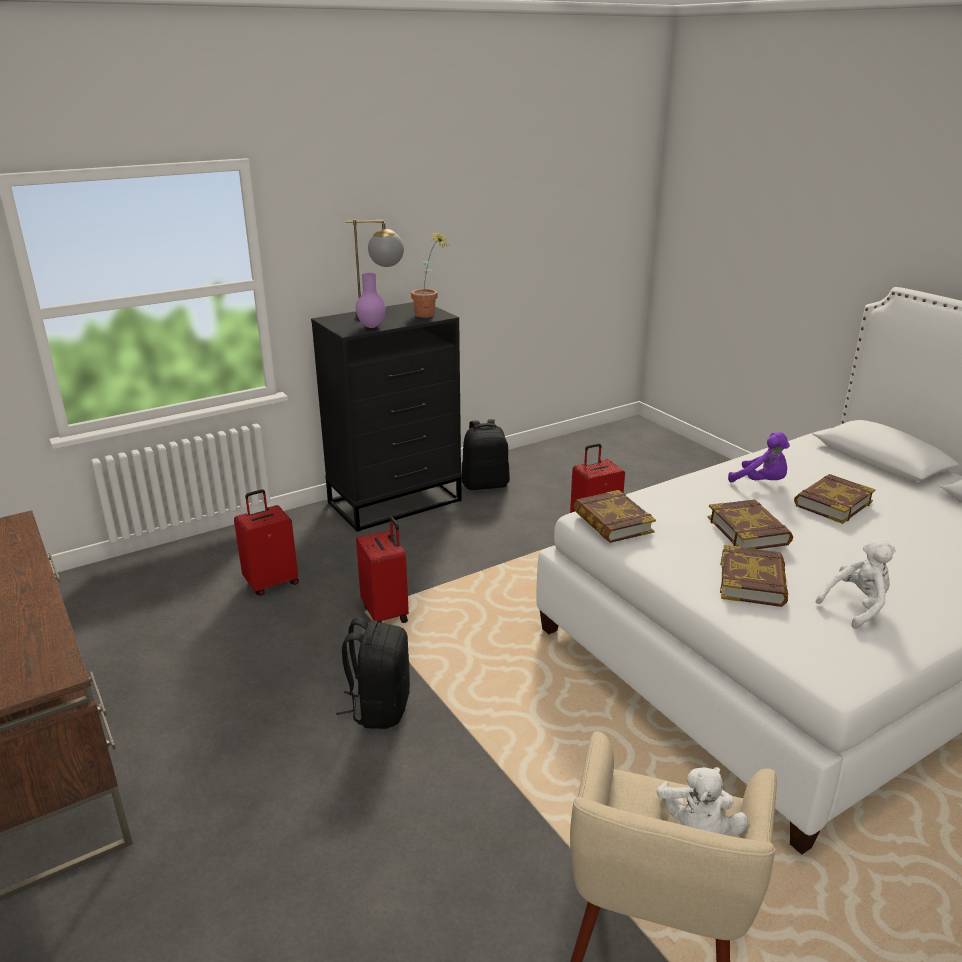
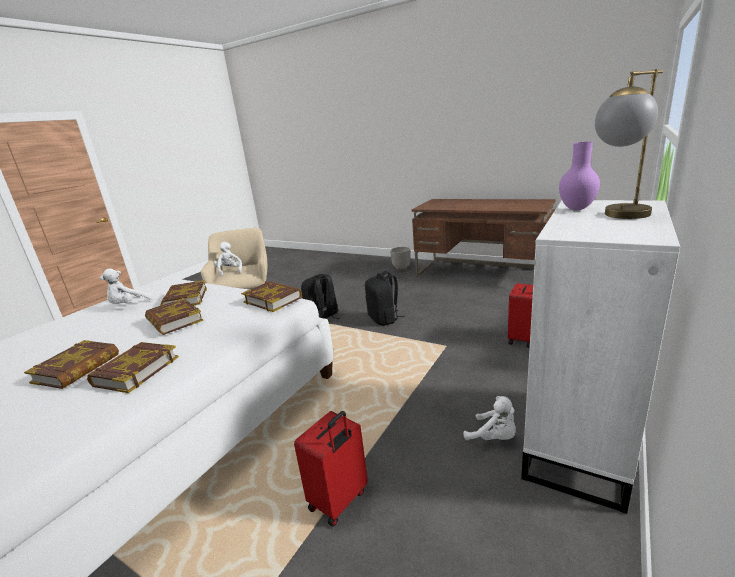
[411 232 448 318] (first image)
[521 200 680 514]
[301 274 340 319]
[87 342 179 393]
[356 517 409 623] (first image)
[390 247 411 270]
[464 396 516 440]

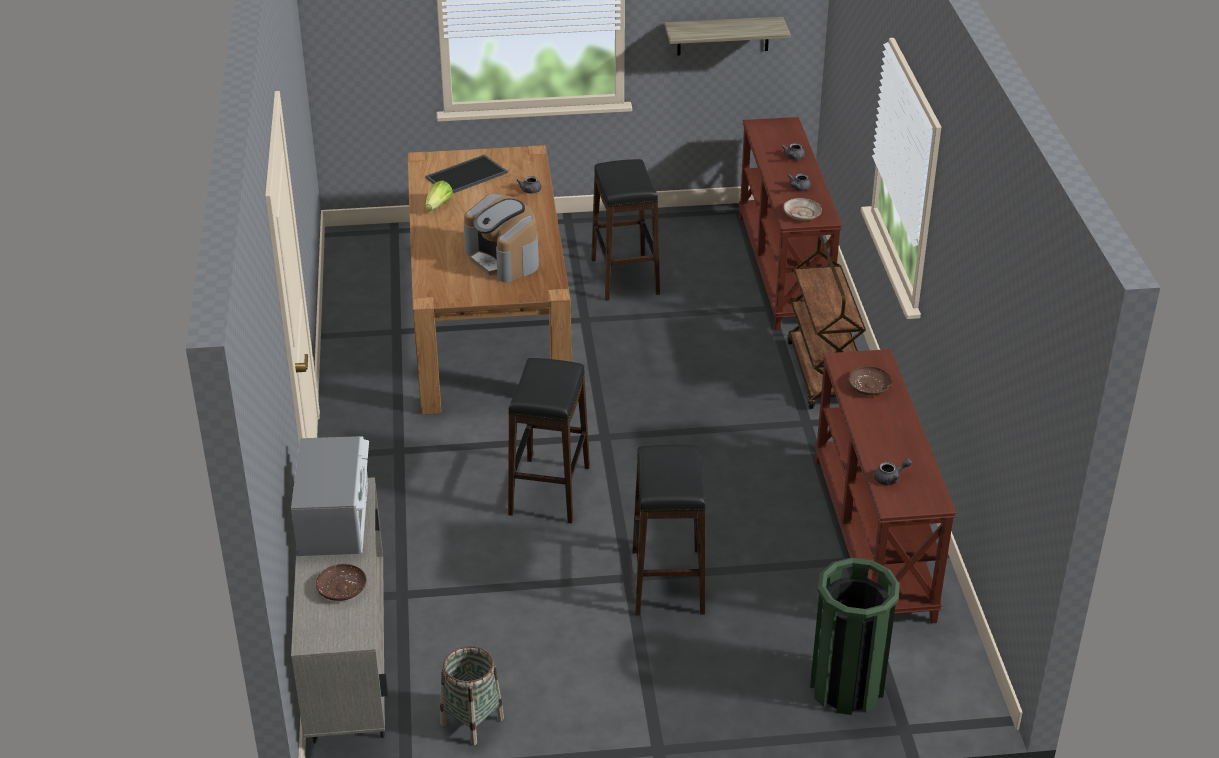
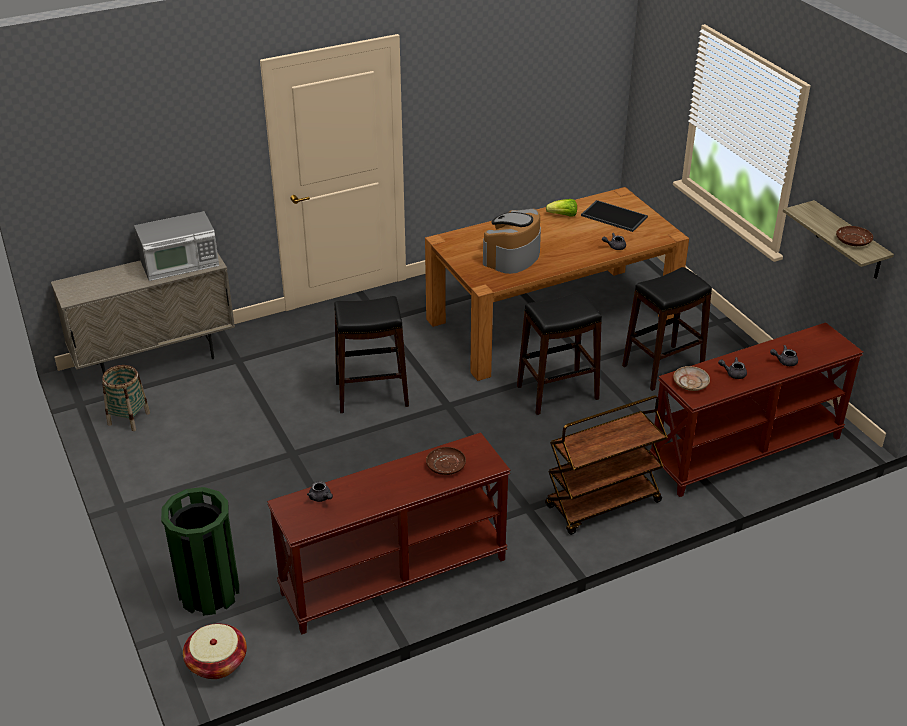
[517 292 602 415]
[836 226 873 246]
[183 623 247 679]

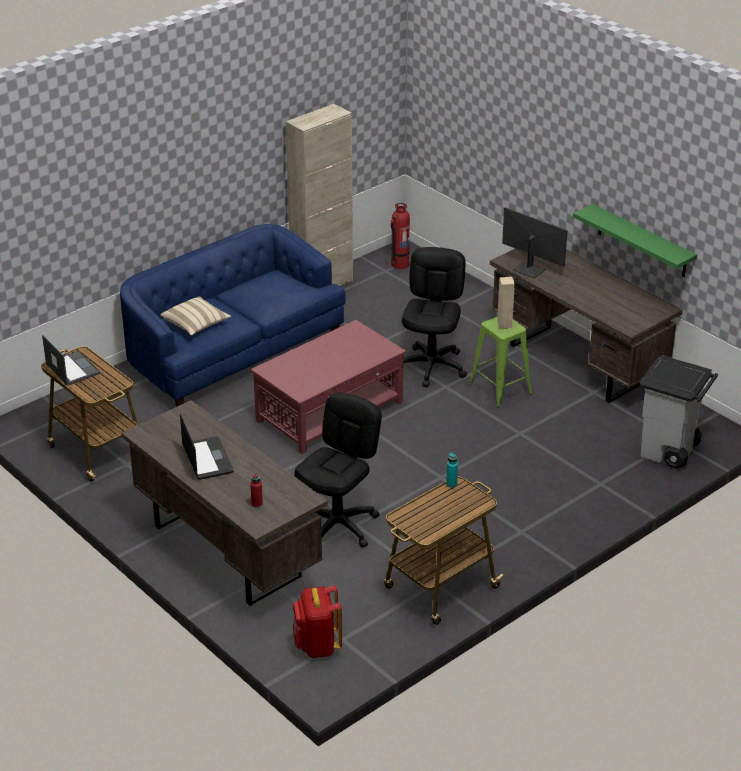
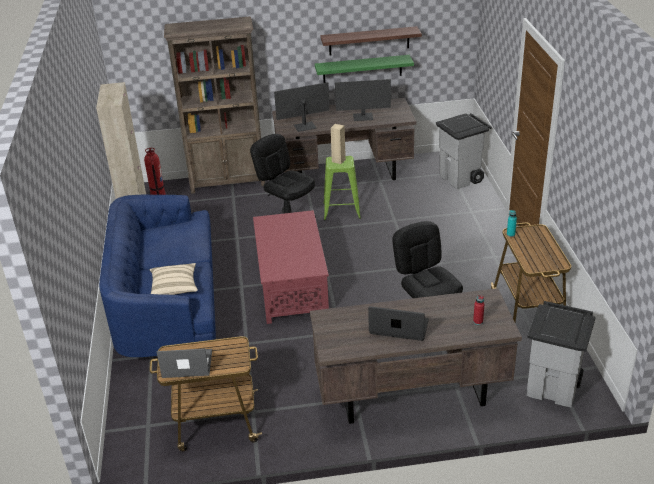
[526 301 596 407]
[164 16 265 194]
[320 26 422 55]
[335 79 391 121]

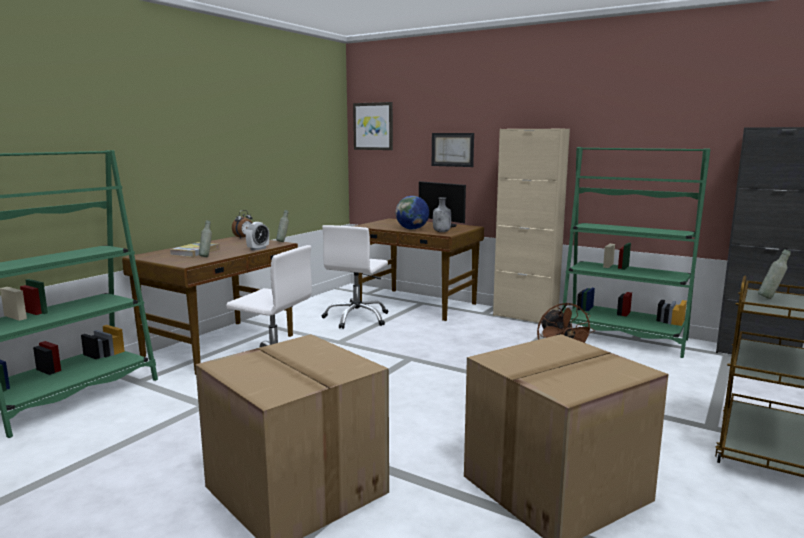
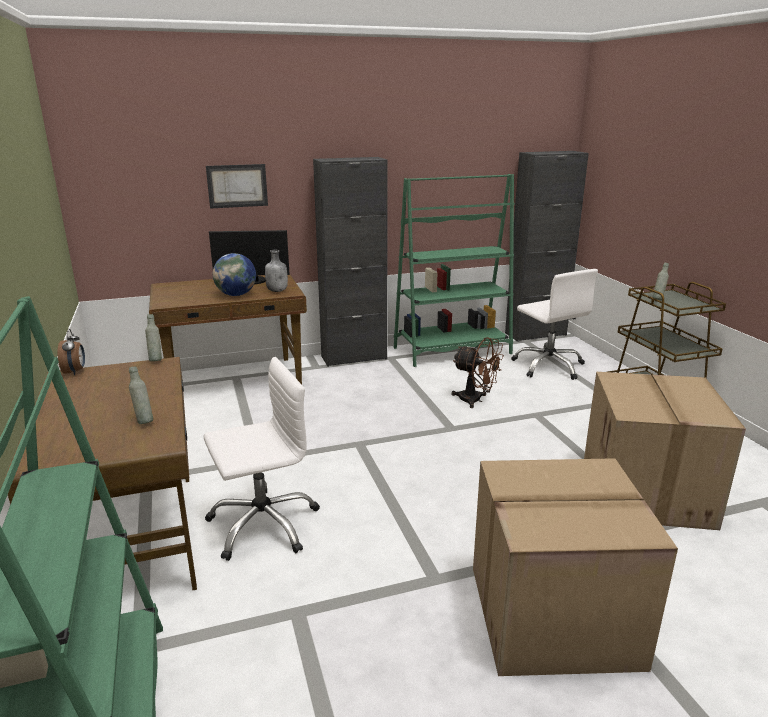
[353 102 393 150] (first image)
[313 157 388 367]
[246 222 269 251] (first image)
[511 269 598 380]
[169 242 219 257] (first image)

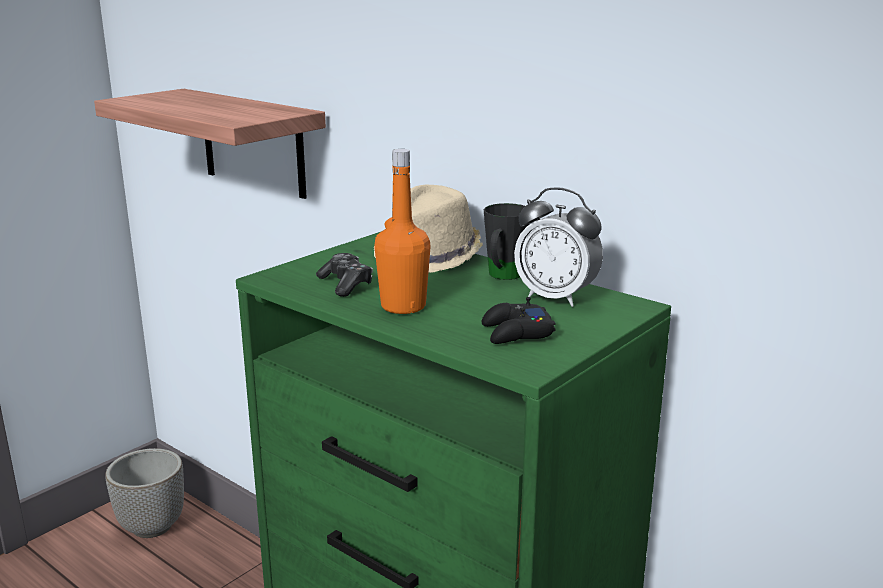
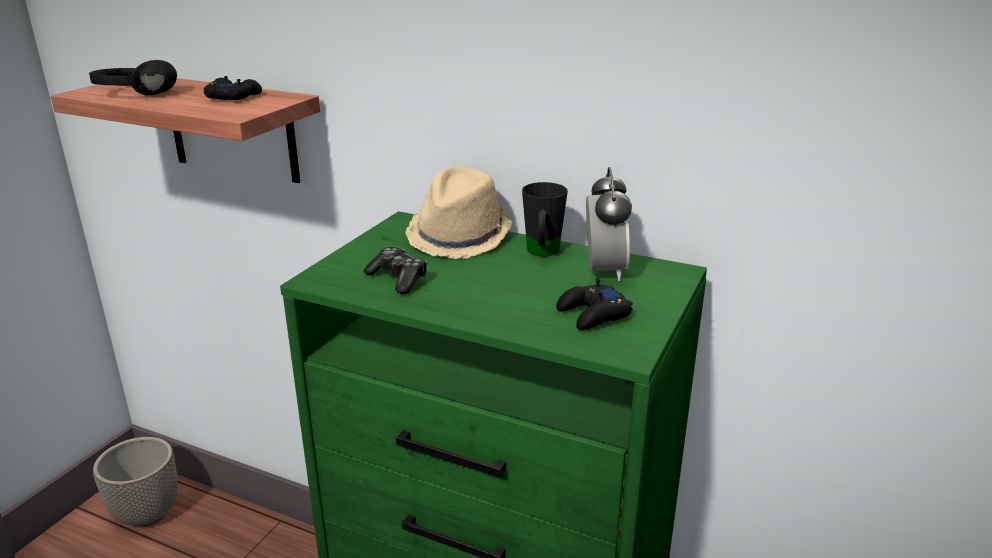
[374 149 431 314] (first image)
[586 167 632 281]
[89 60 177 95]
[204 76 262 100]

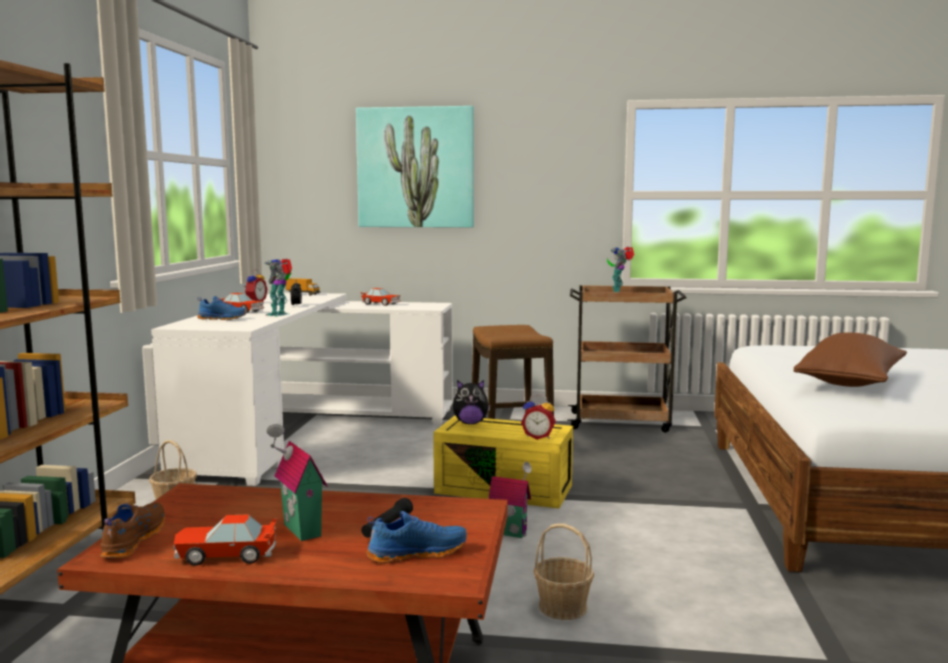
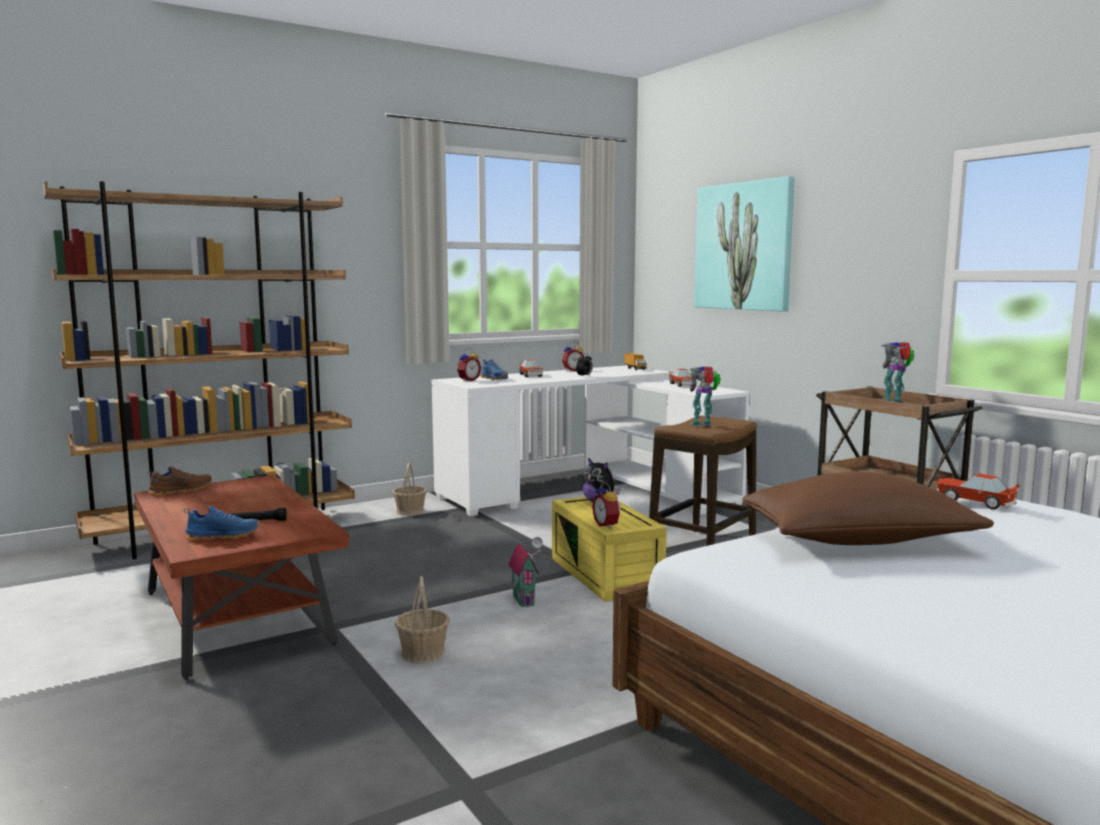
[689 366 721 426]
[267 424 328 541] (first image)
[184 506 260 541]
[936 473 1021 509]
[457 348 481 382]

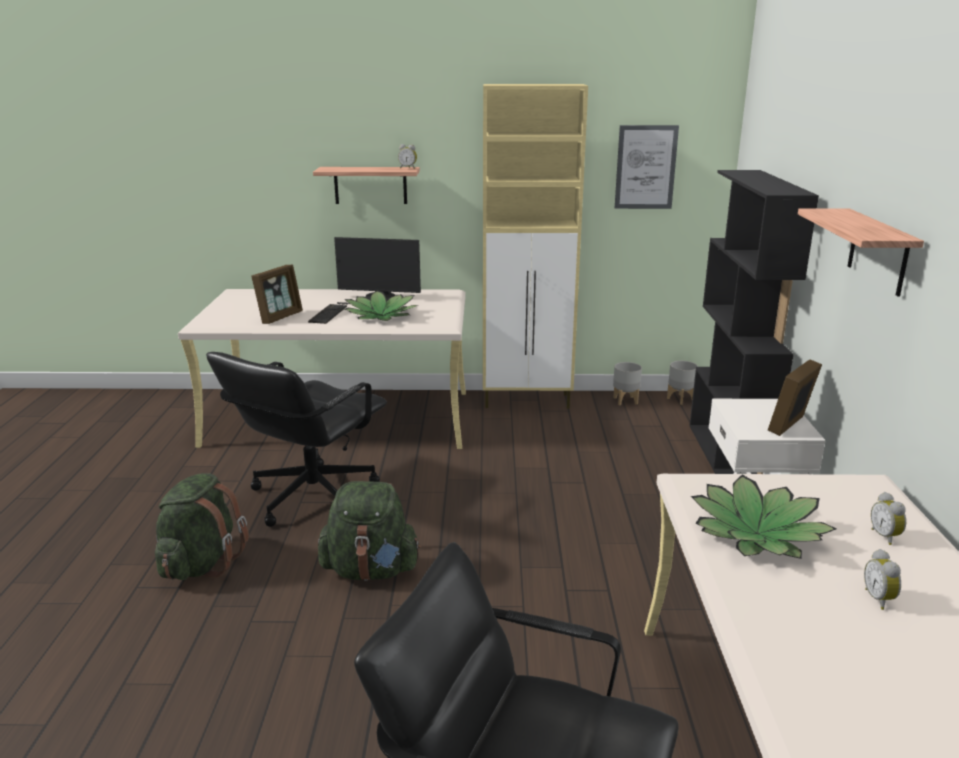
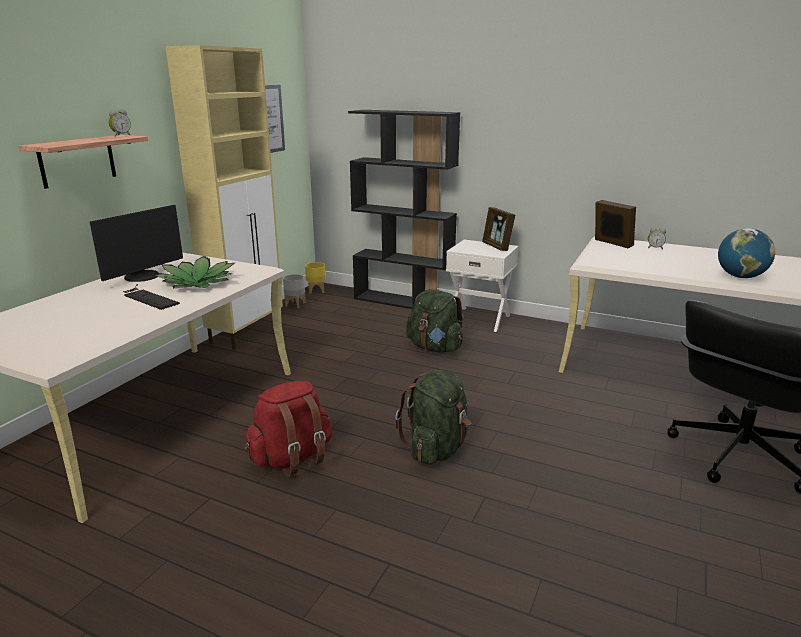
[798 208 924 297] (first image)
[595 200 636 248]
[245 381 332 476]
[305 262 326 294]
[406 289 464 352]
[691 475 837 559] (first image)
[864 549 901 610] (first image)
[718 228 775 278]

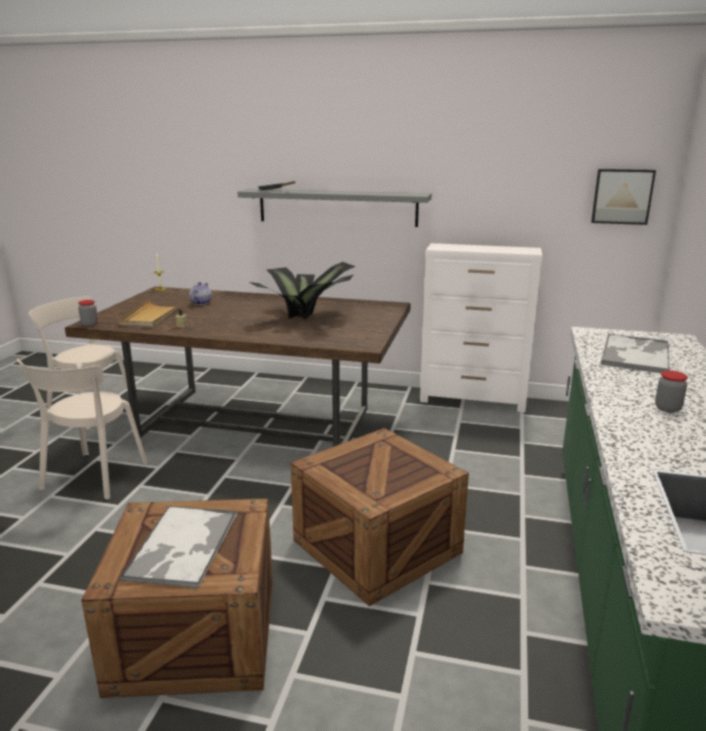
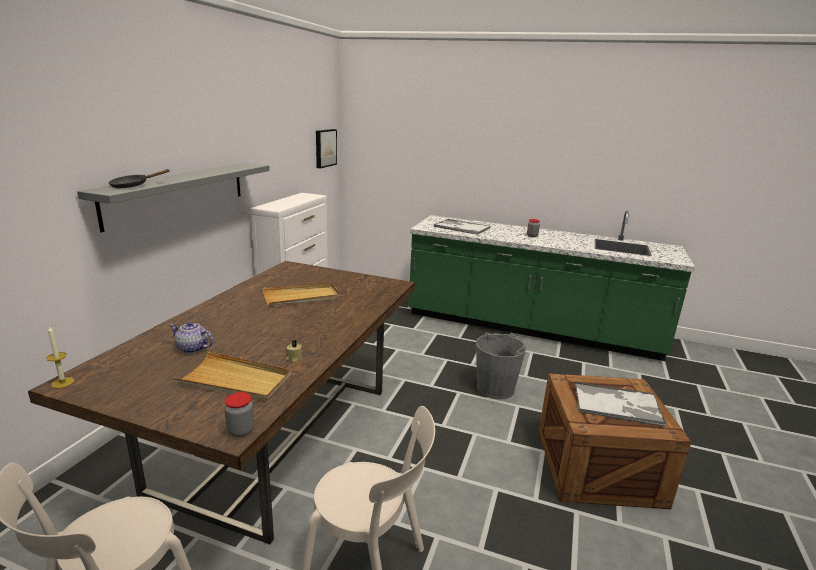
[263 283 341 305]
[476 332 527 399]

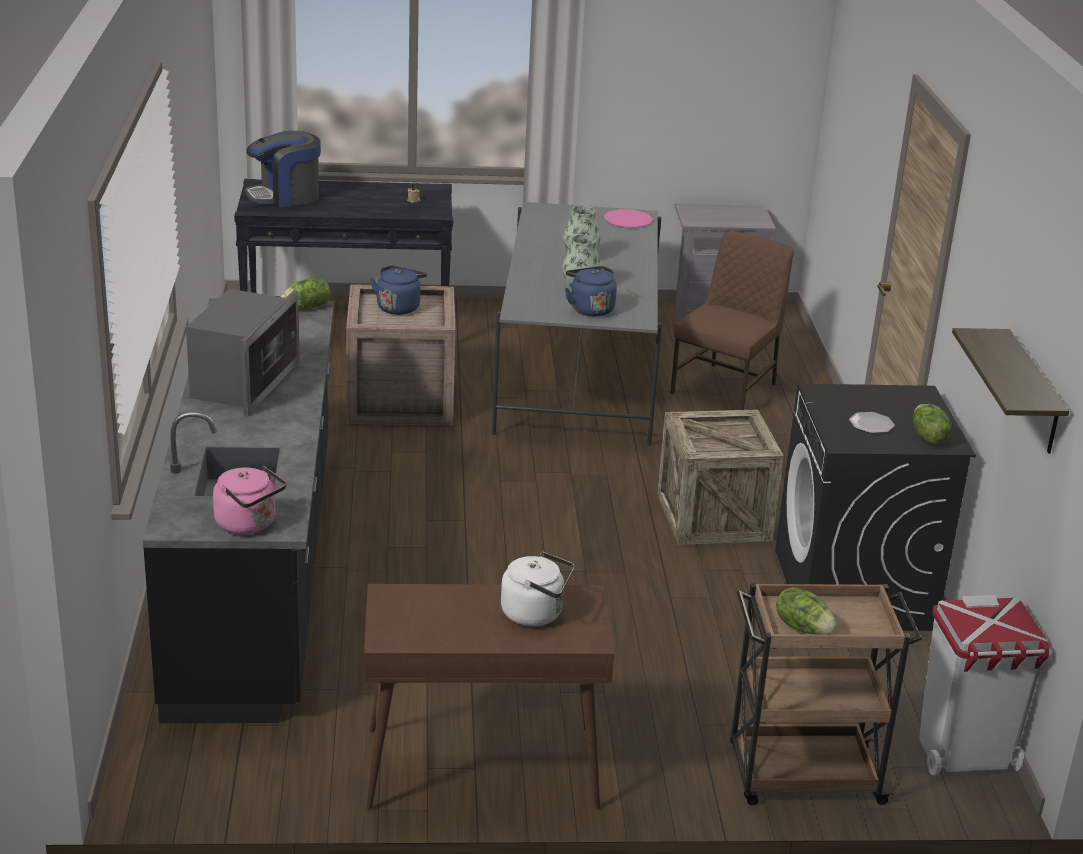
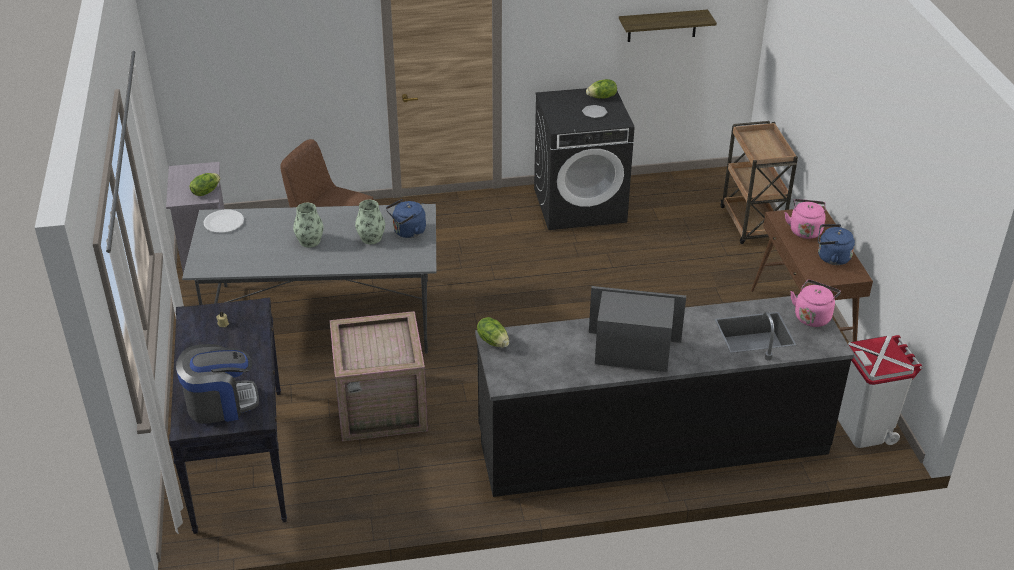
[176 344 259 424]
[204 209 244 233]
[818 224 855 265]
[657 410 784 545] (first image)
[785 199 826 239]
[189 173 220 196]
[838 335 922 448]

